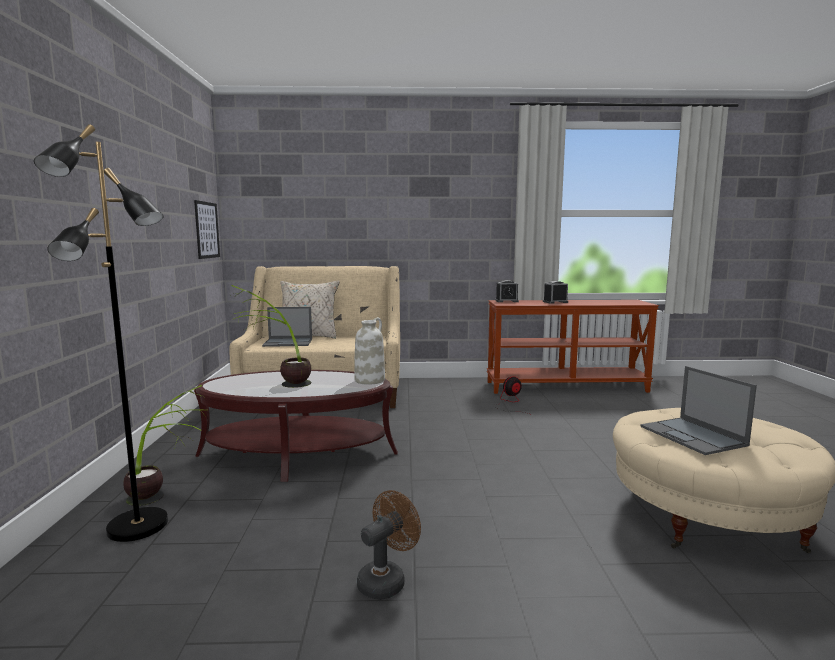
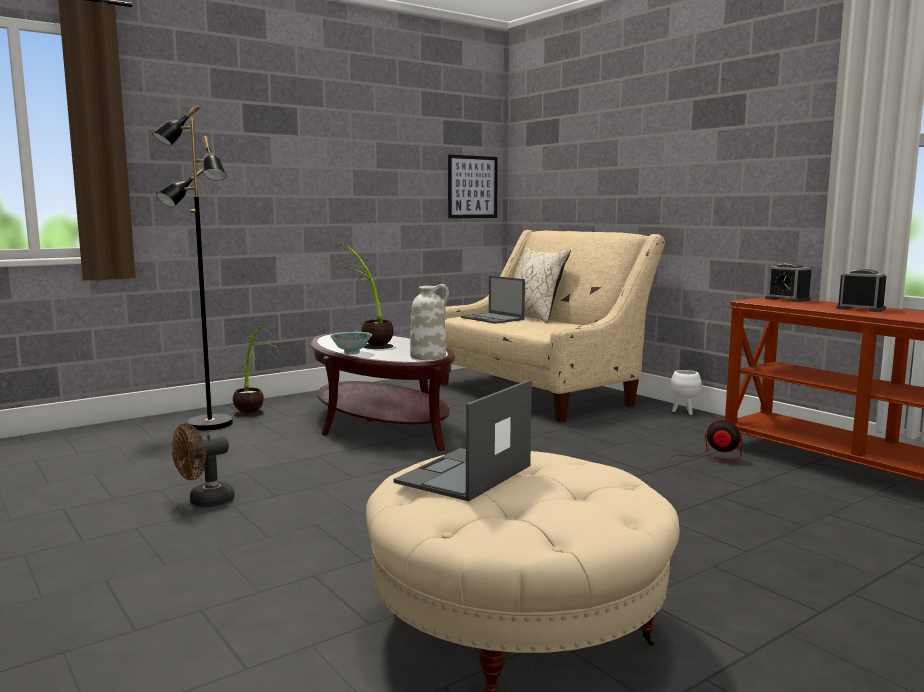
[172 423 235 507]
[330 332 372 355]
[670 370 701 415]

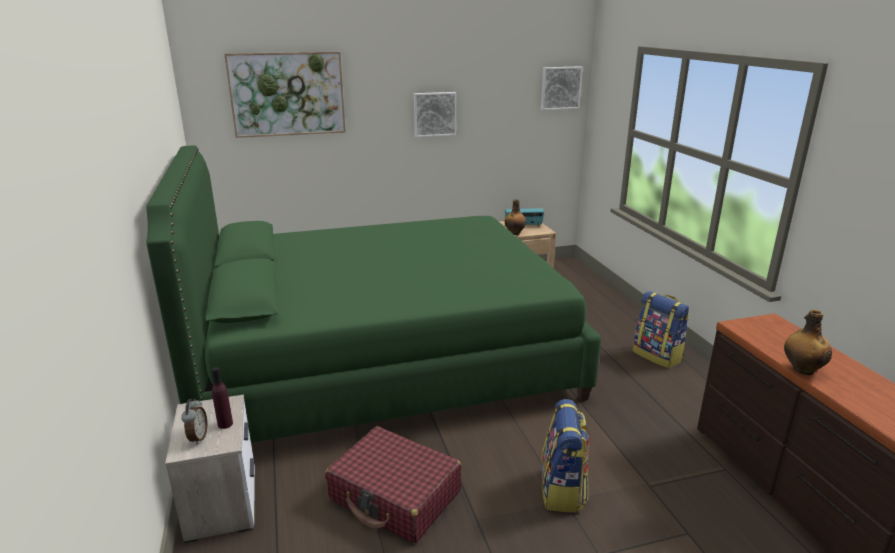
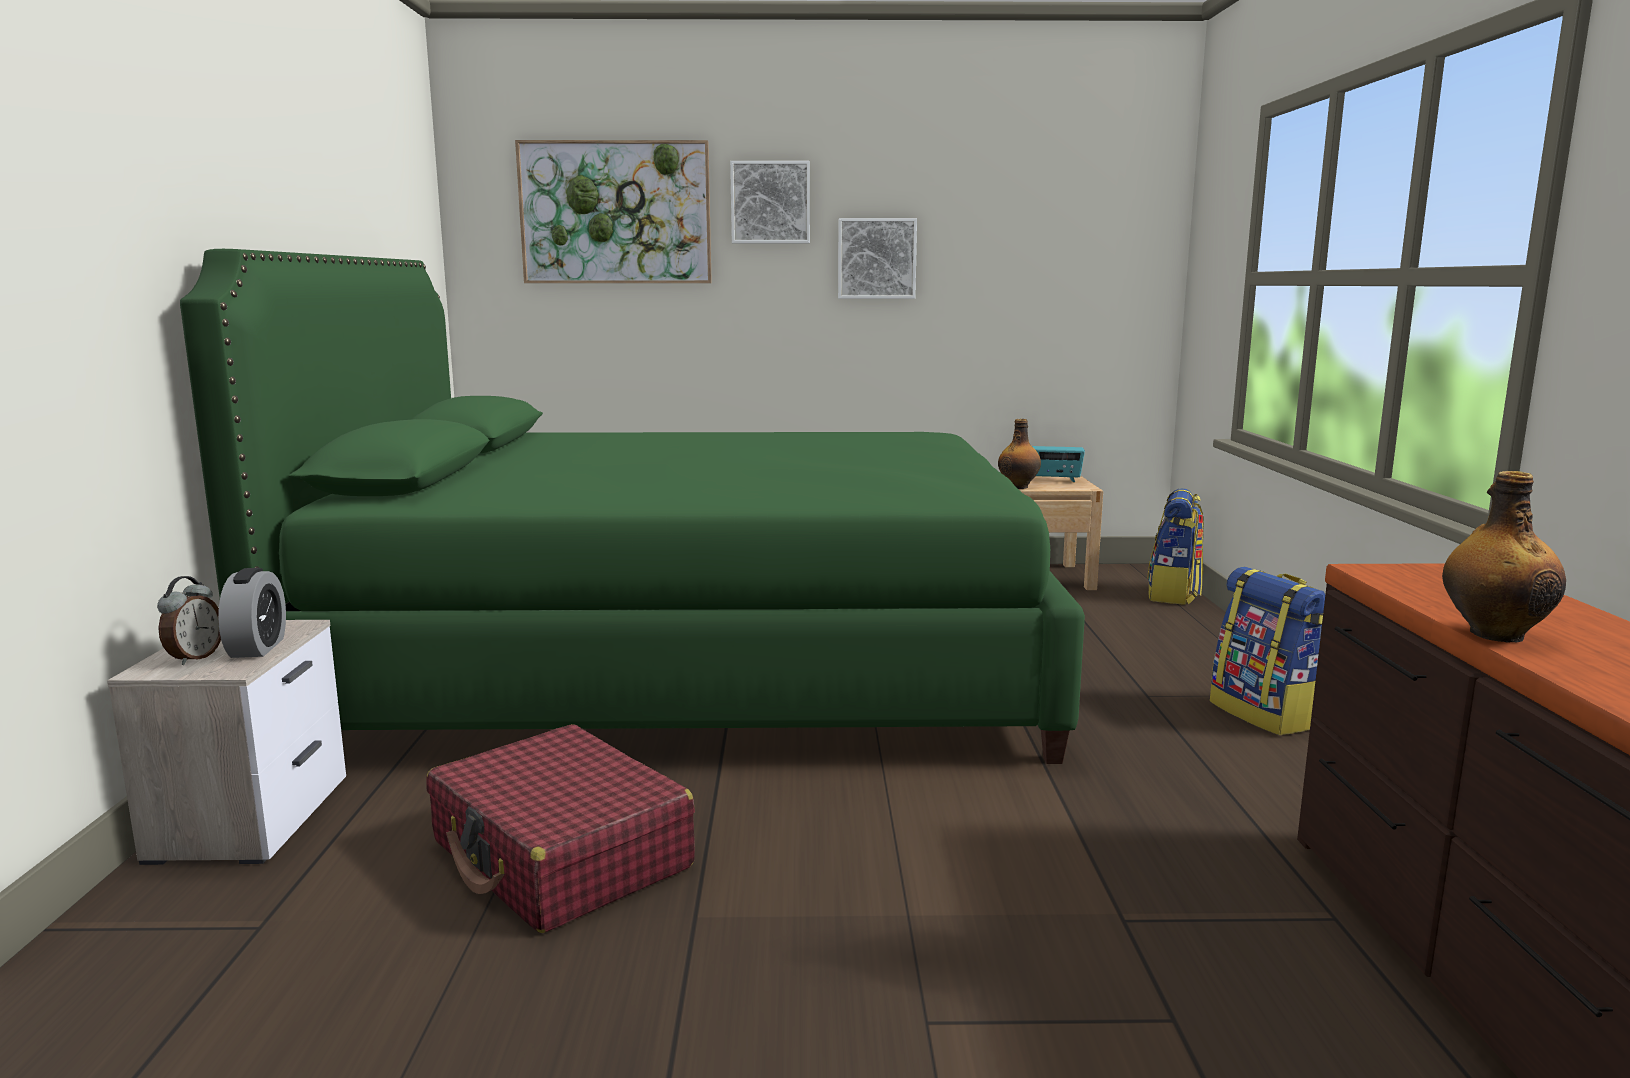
[730 161 810 243]
[218 568 286 658]
[1147 488 1204 605]

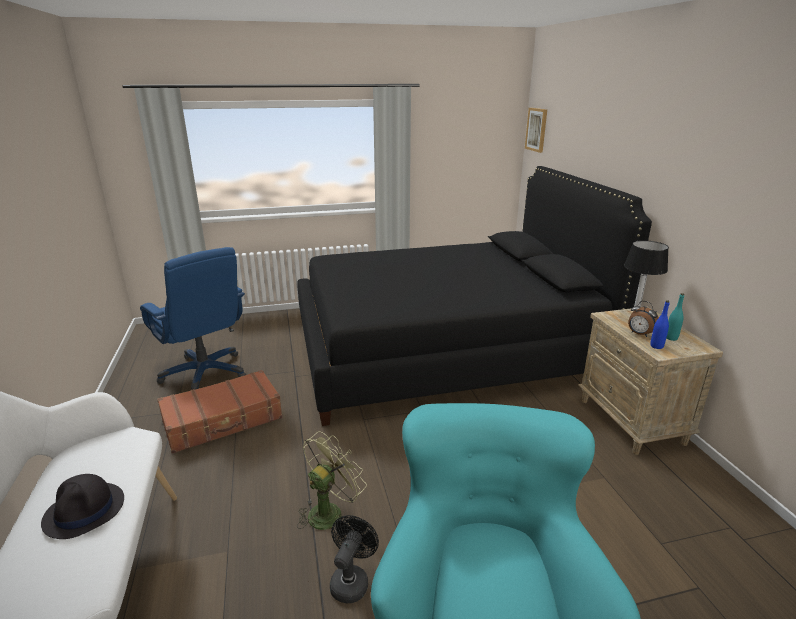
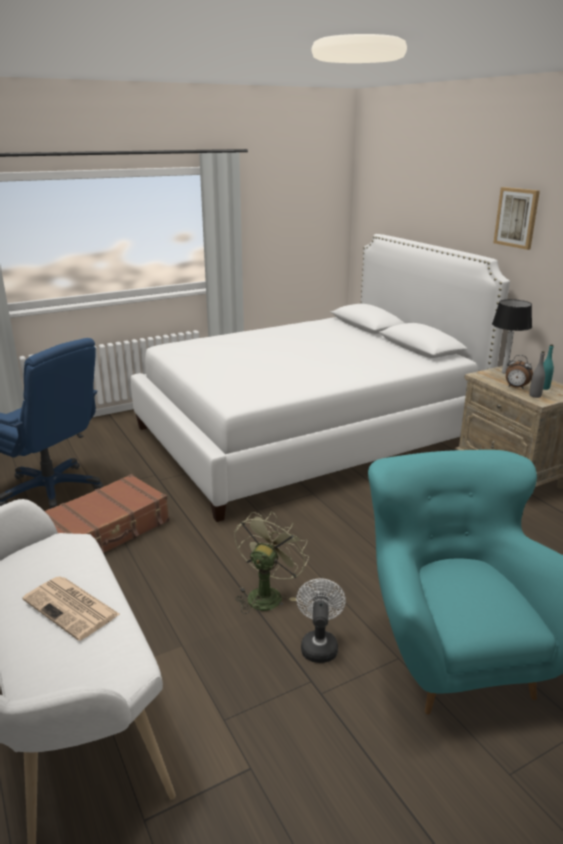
[493 187 540 250]
[131 234 510 522]
[529 351 545 398]
[22 576 120 641]
[296 578 346 663]

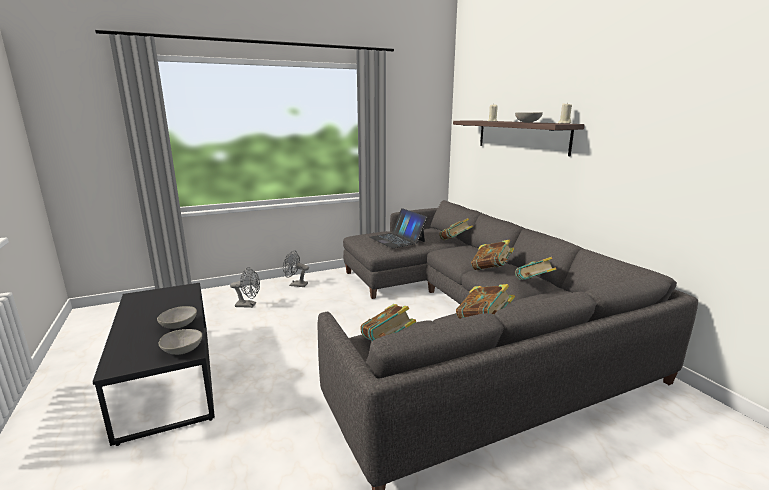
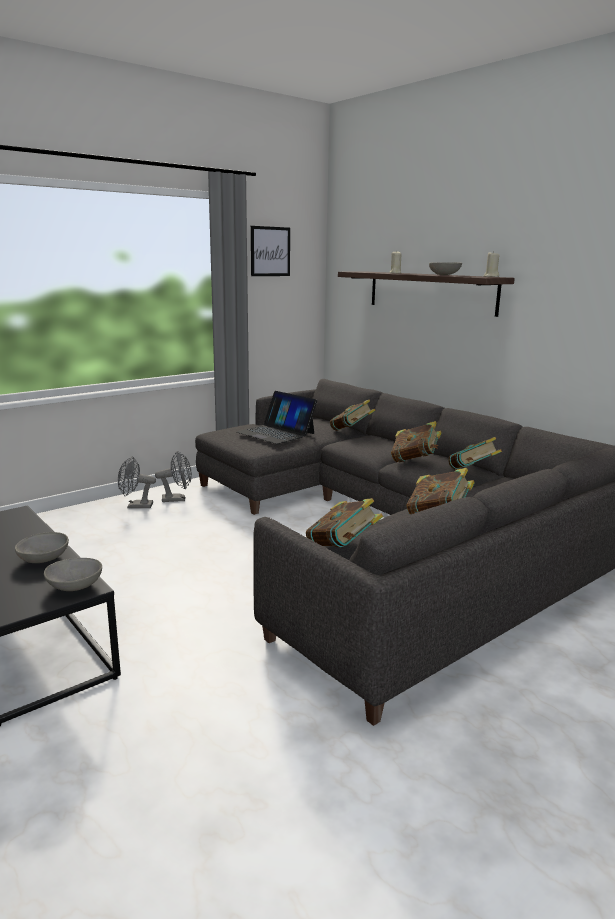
[155 451 192 502]
[251 226 290 276]

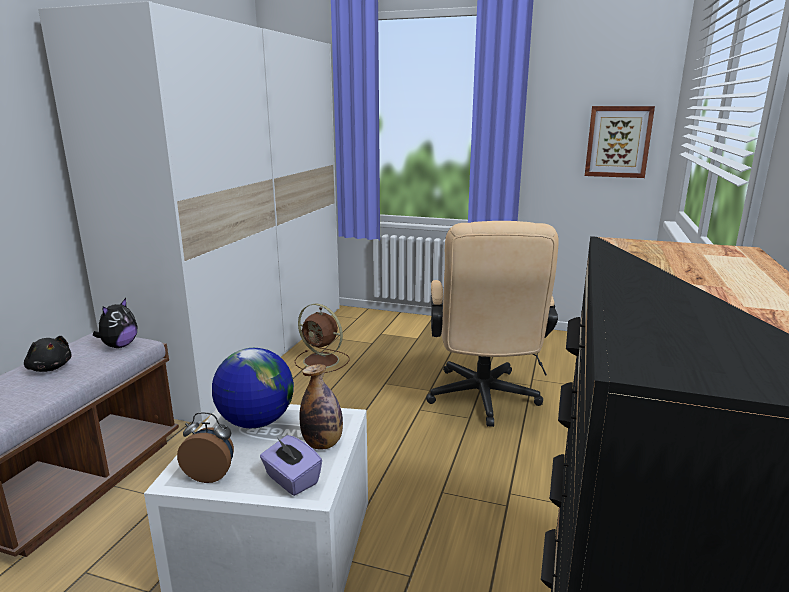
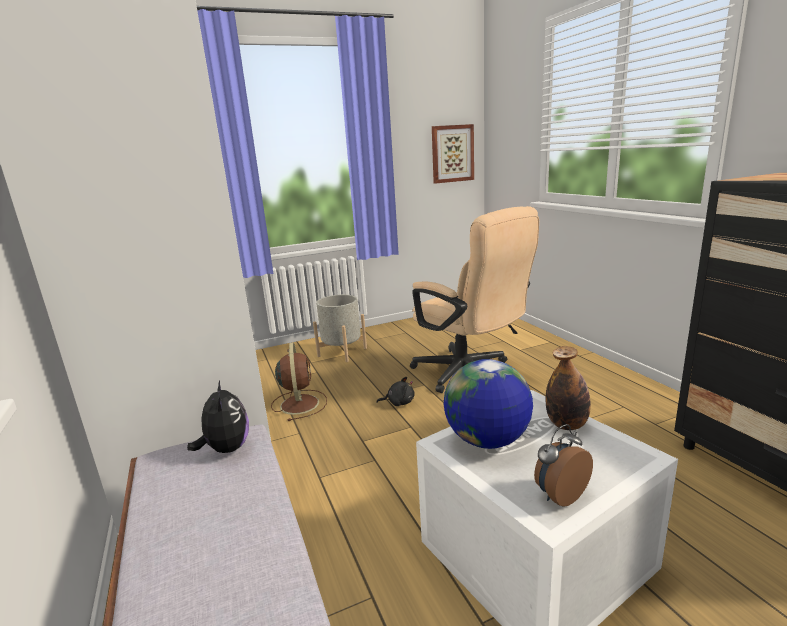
[271 342 327 421]
[376 377 414 406]
[260 435 322 496] (first image)
[313 294 367 362]

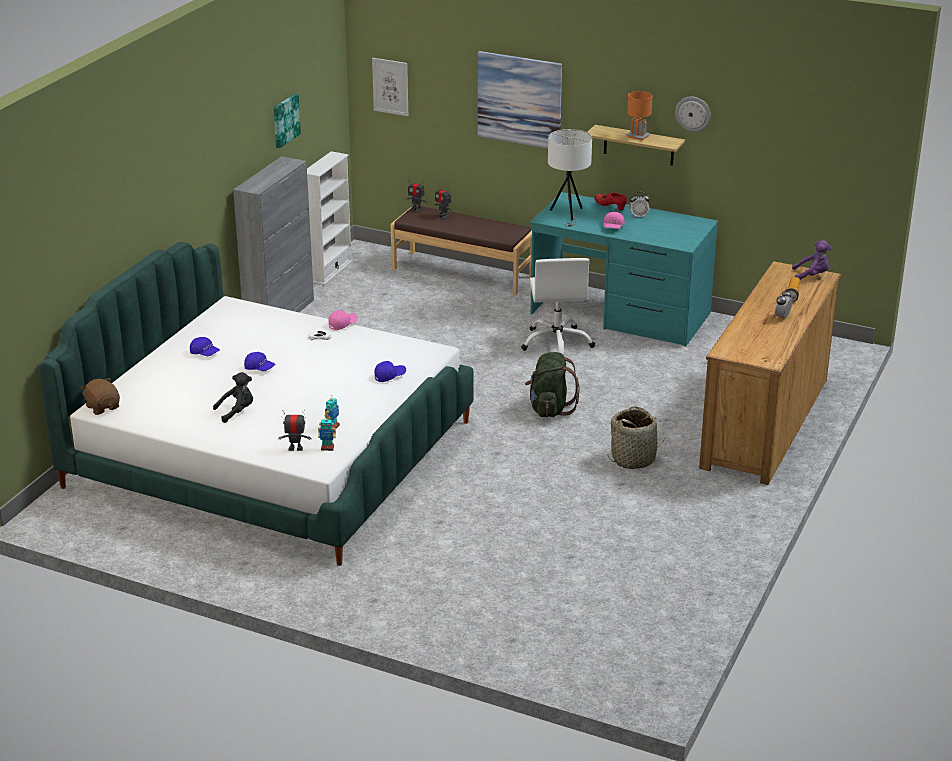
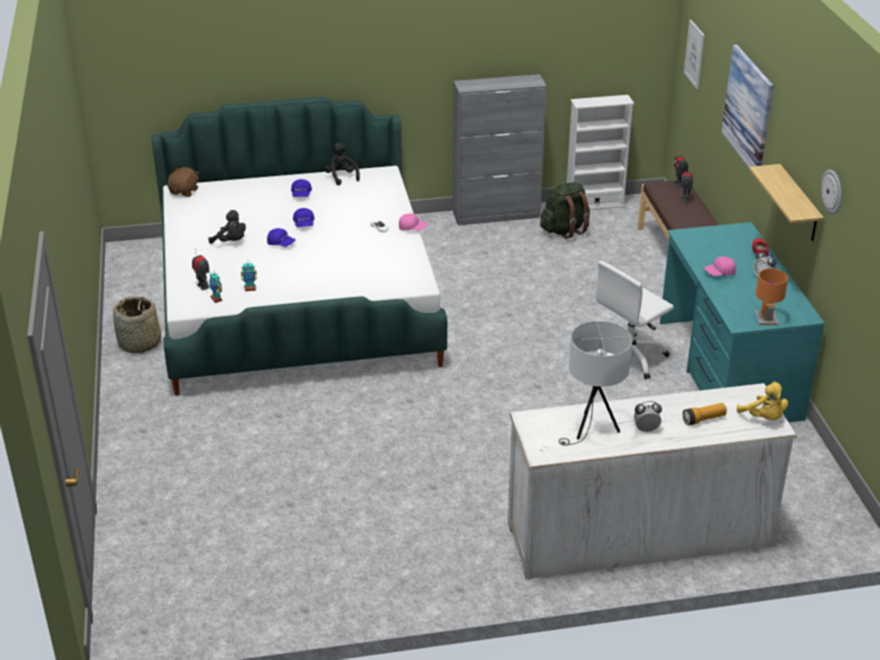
[755 268 788 325]
[273 94 301 148] (first image)
[559 321 632 446]
[737 382 788 420]
[508 383 797 579]
[540 183 590 239]
[267 228 296 247]
[113 296 161 353]
[324 142 360 185]

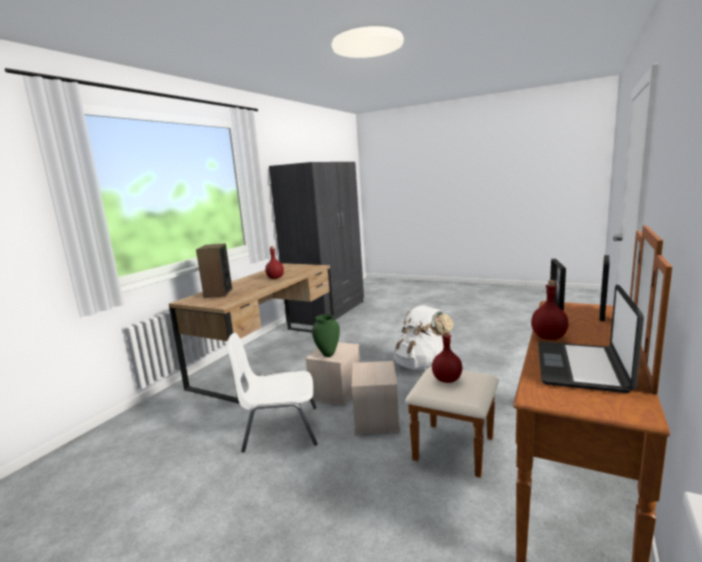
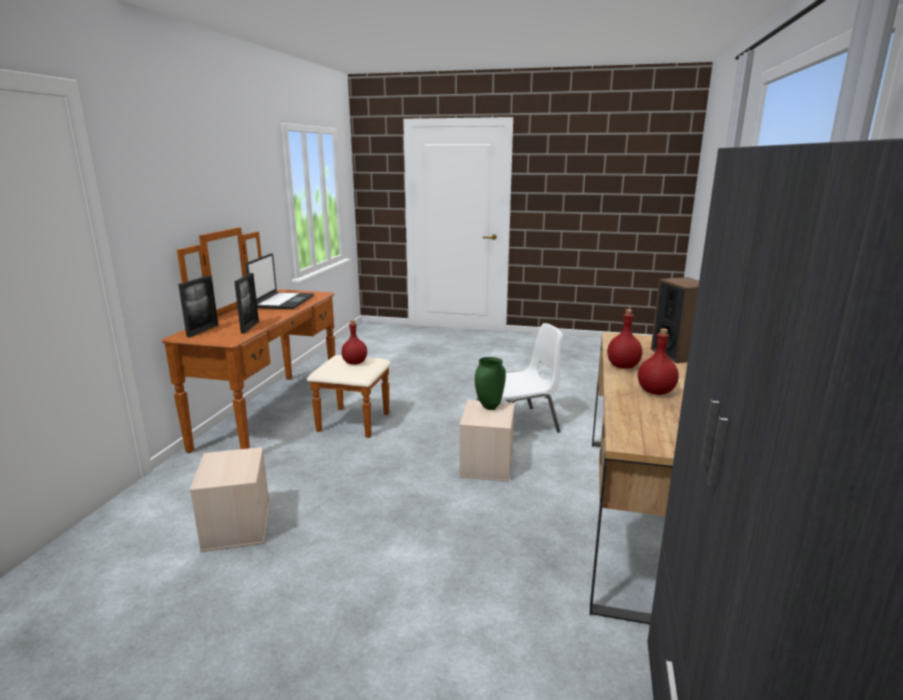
[607 309 642 369]
[393 305 453 370] (first image)
[190 447 270 552]

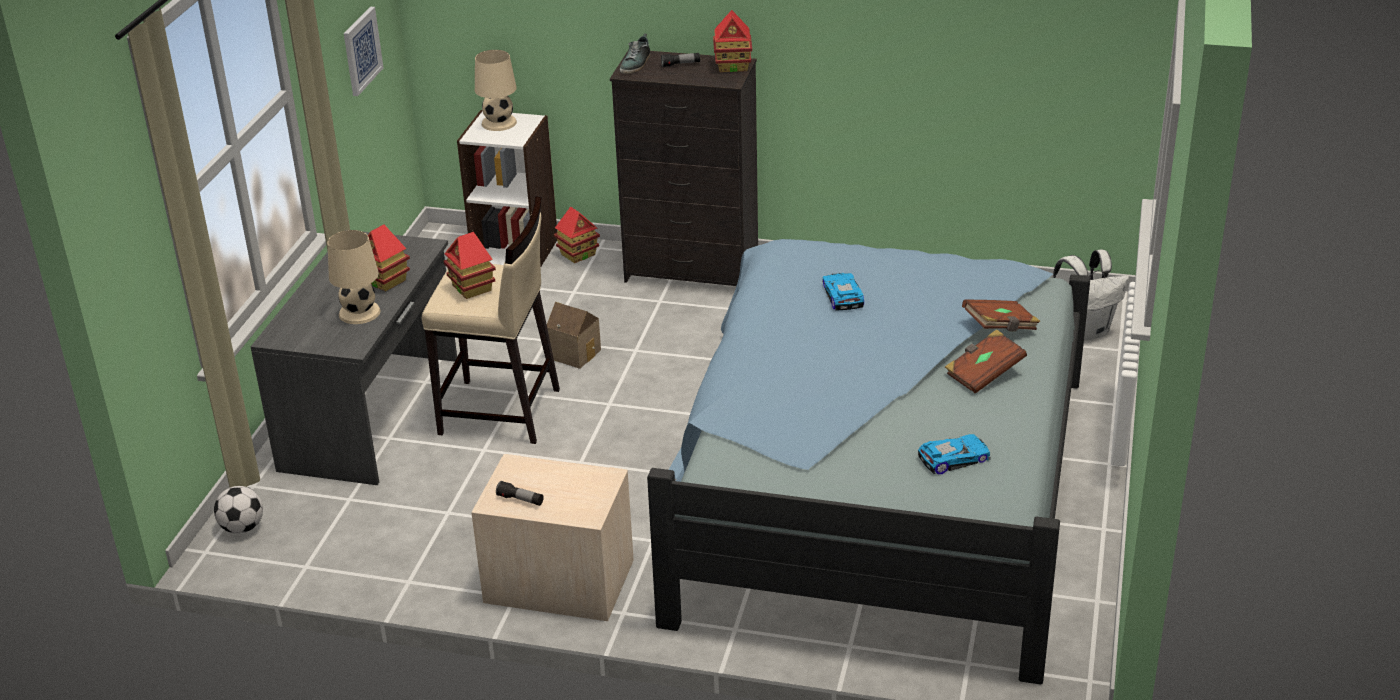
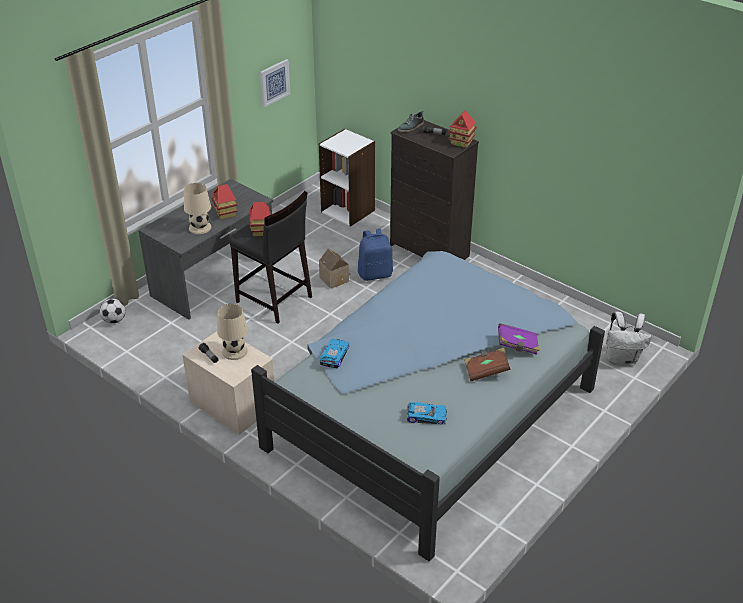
[217 304 248 360]
[229 191 312 324]
[554 207 600 263] (first image)
[320 339 350 368]
[498 323 540 355]
[358 229 393 281]

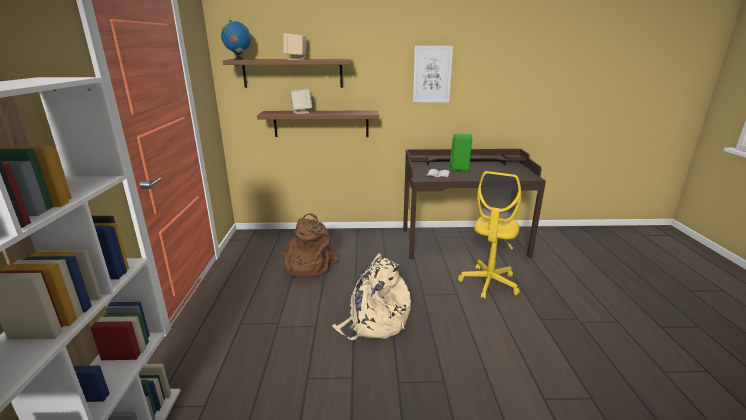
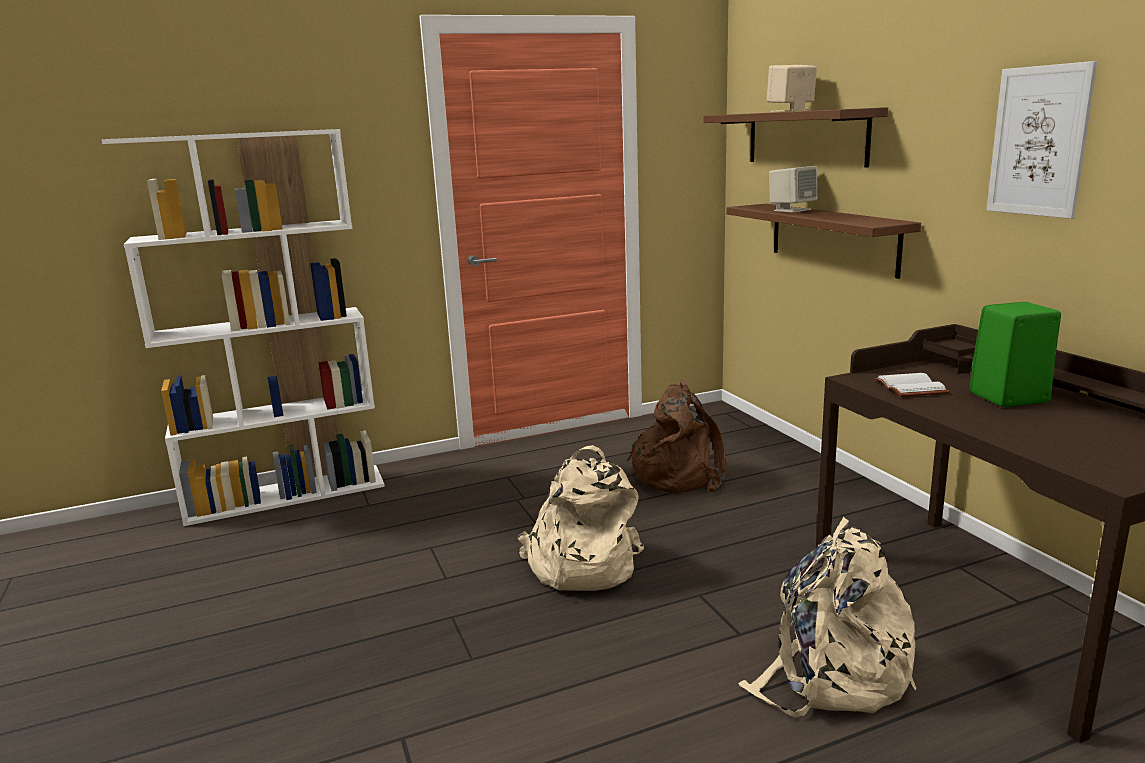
[221 20 251 60] (first image)
[738 517 916 717]

